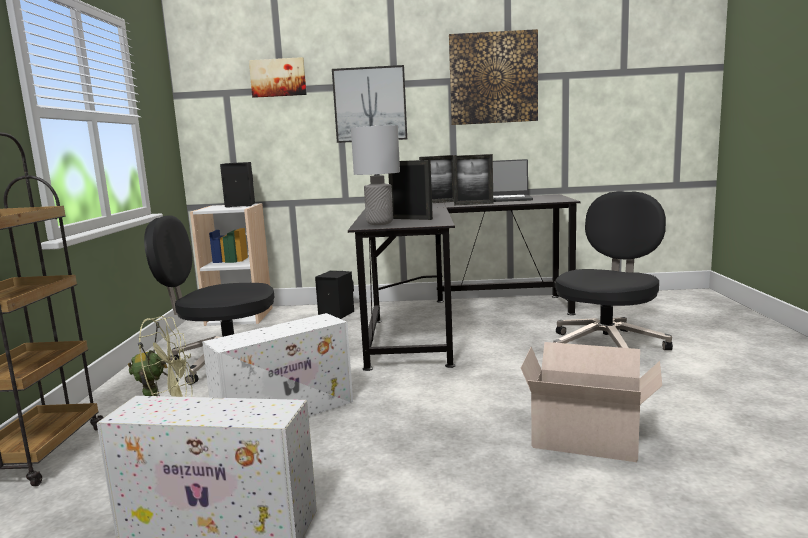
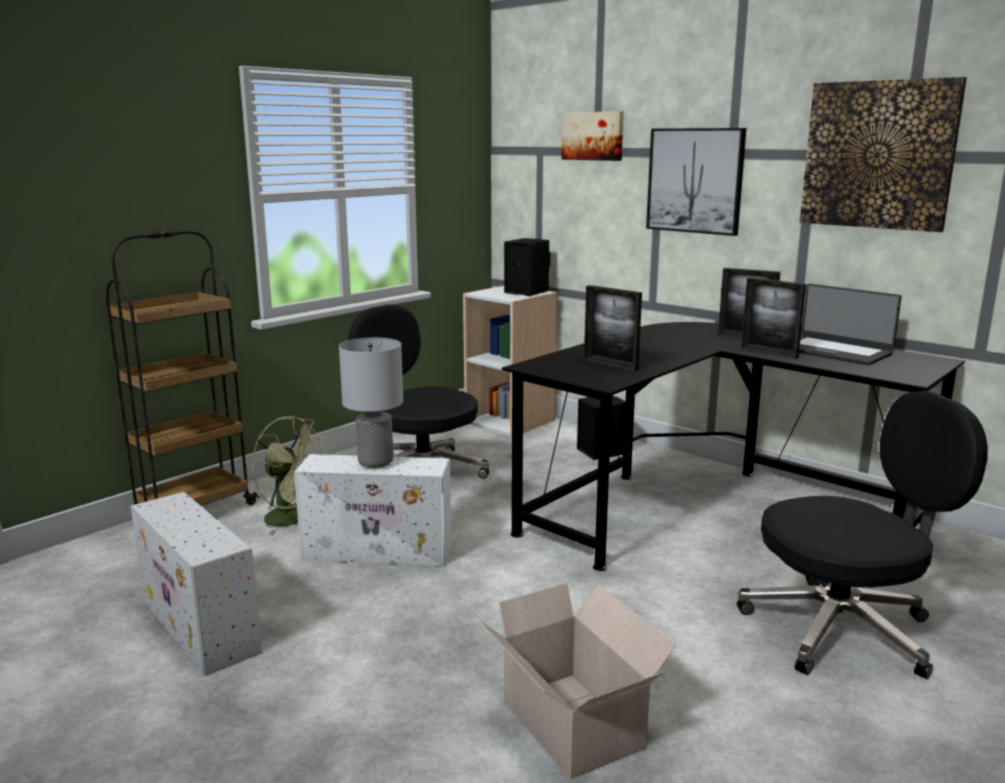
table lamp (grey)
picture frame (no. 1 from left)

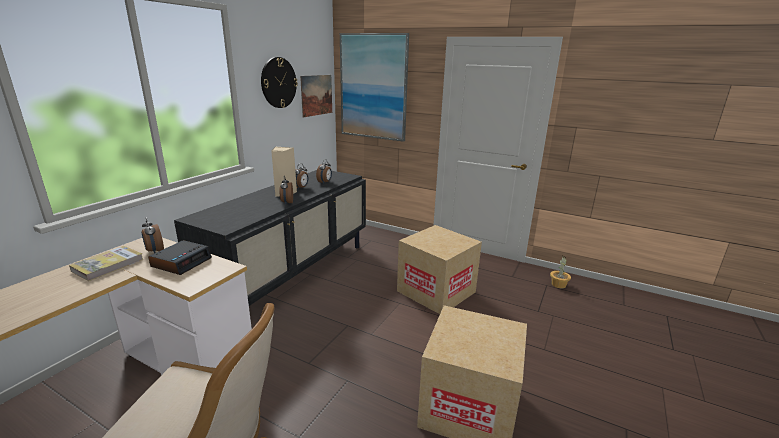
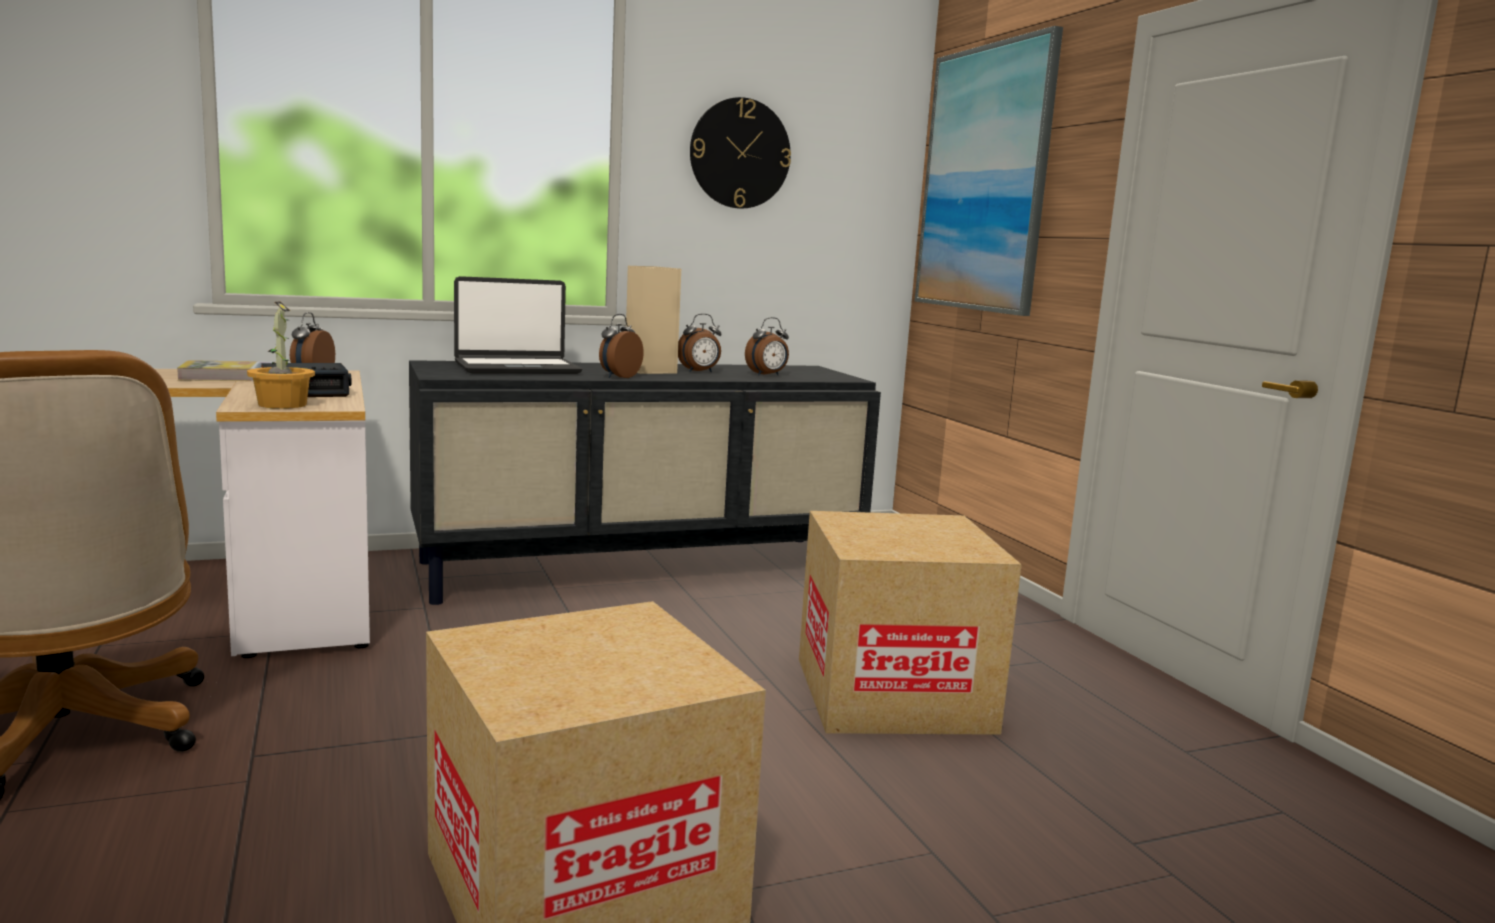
potted plant
laptop
picture (no. 1 from left in the first image)

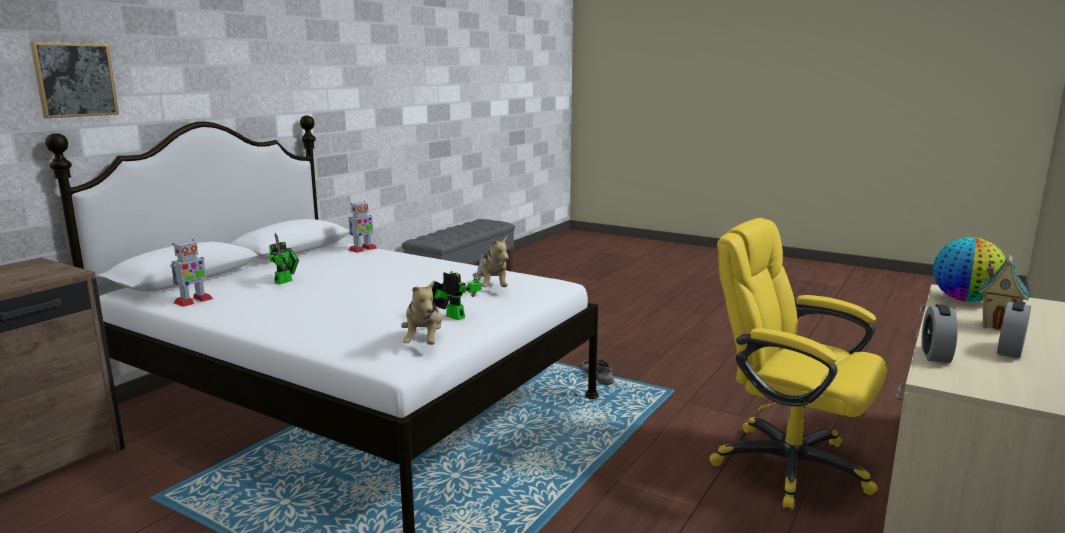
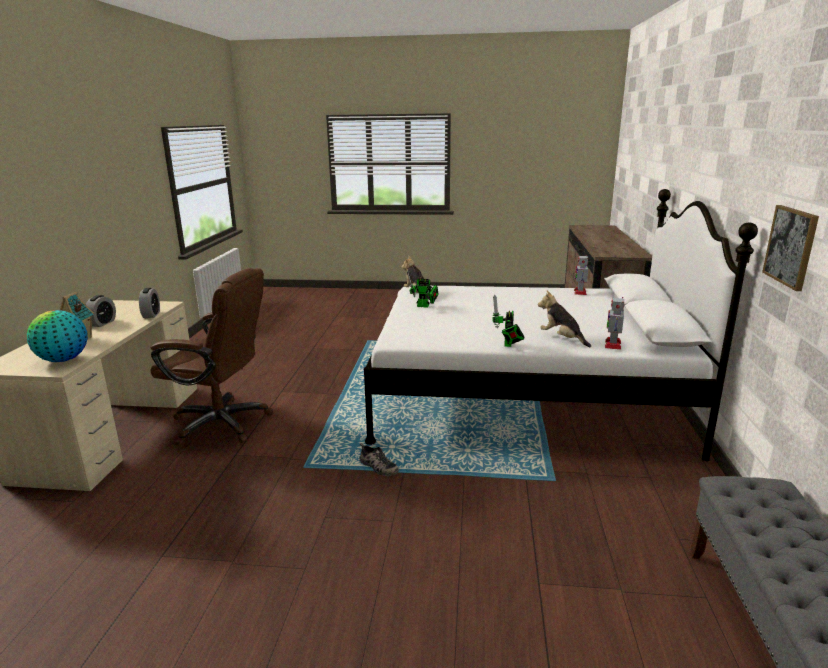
office chair (brown)
toy robot (no. 2 from left)
plush toy (no. 2 from left)
picture

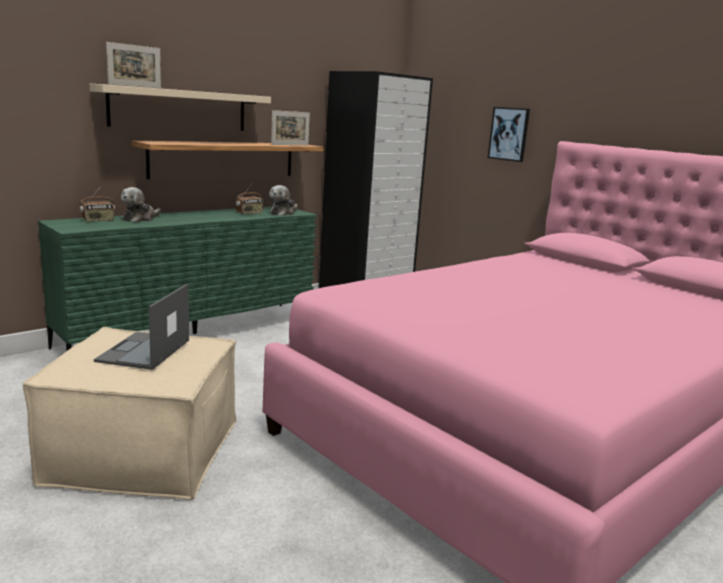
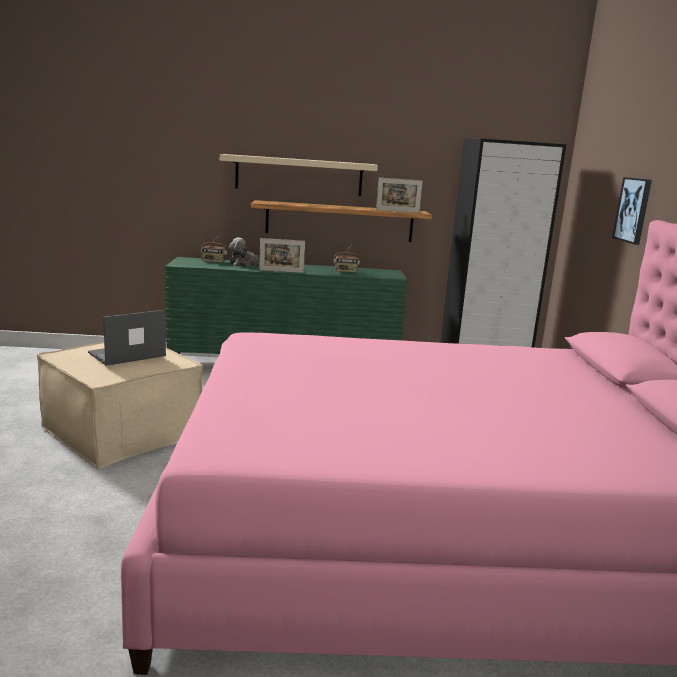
picture frame (no. 1 from left)
plush toy (no. 2 from left in the first image)

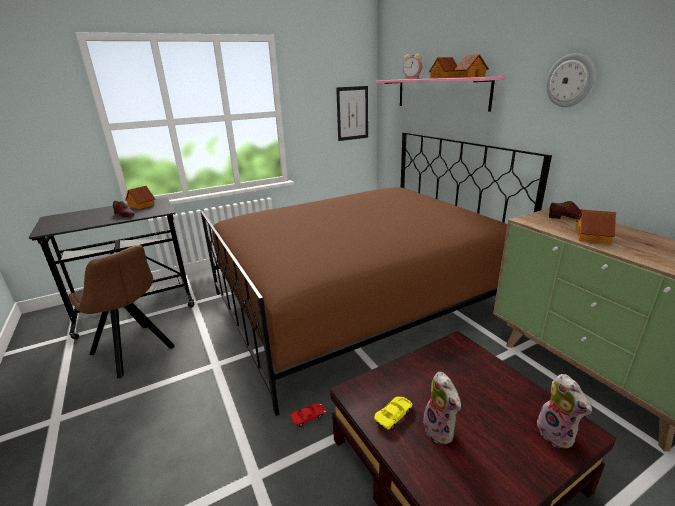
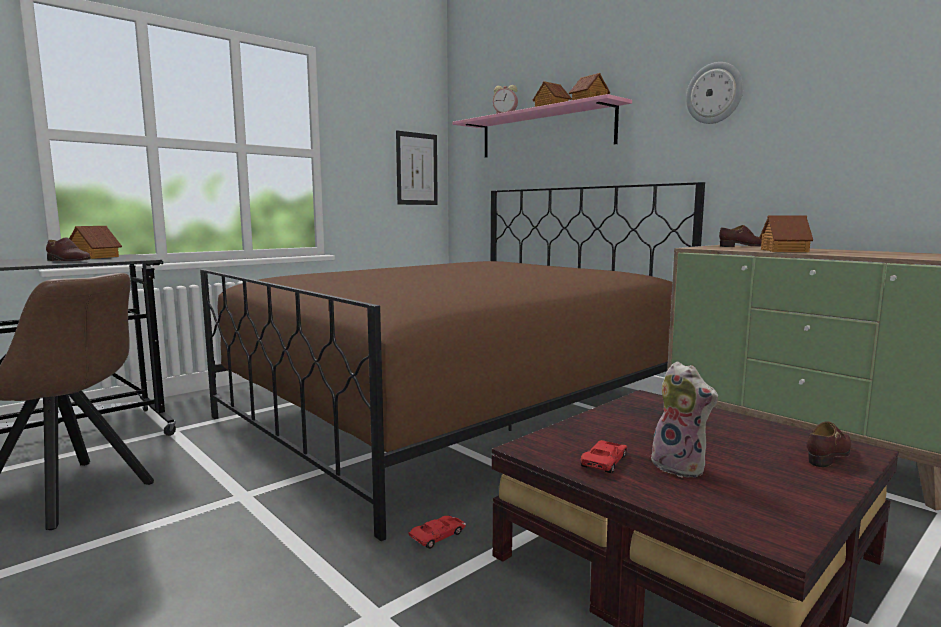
toy car (red) (no. 2 from left)
shoe (brown) (no. 3 from left)

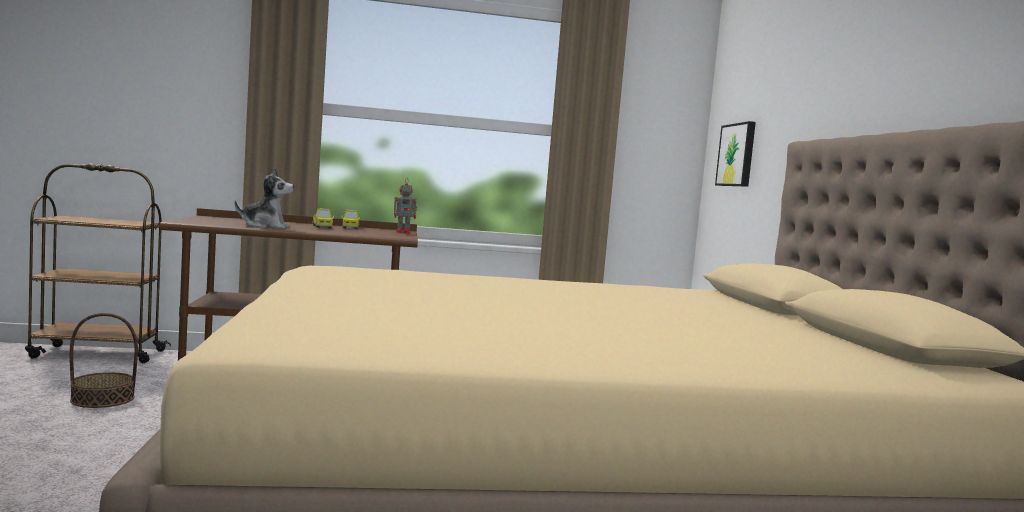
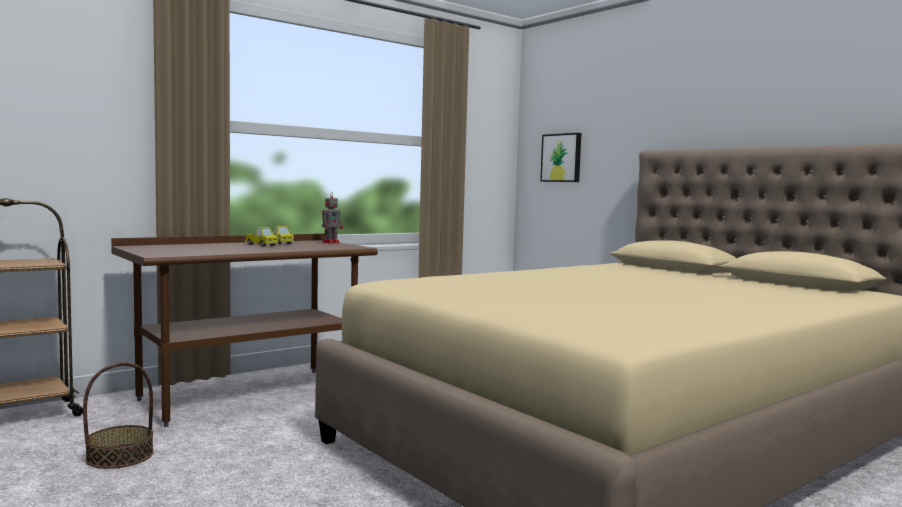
plush toy

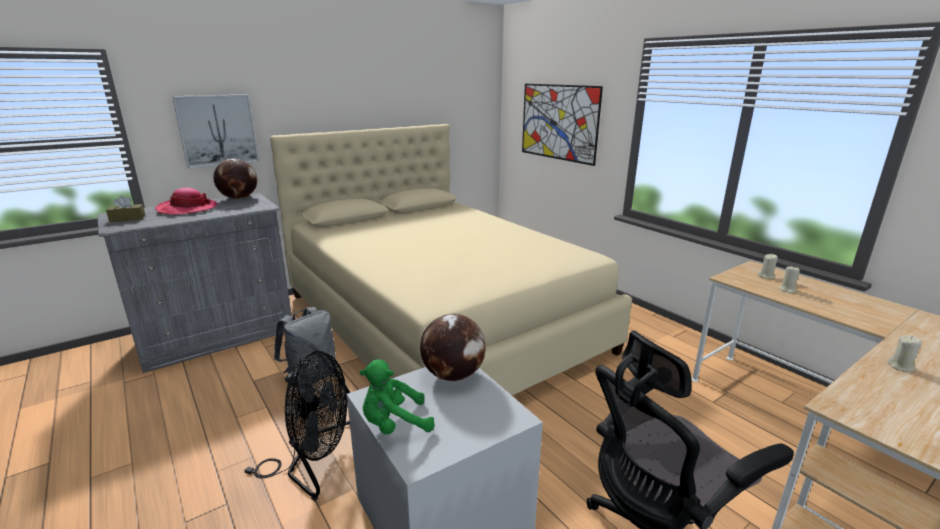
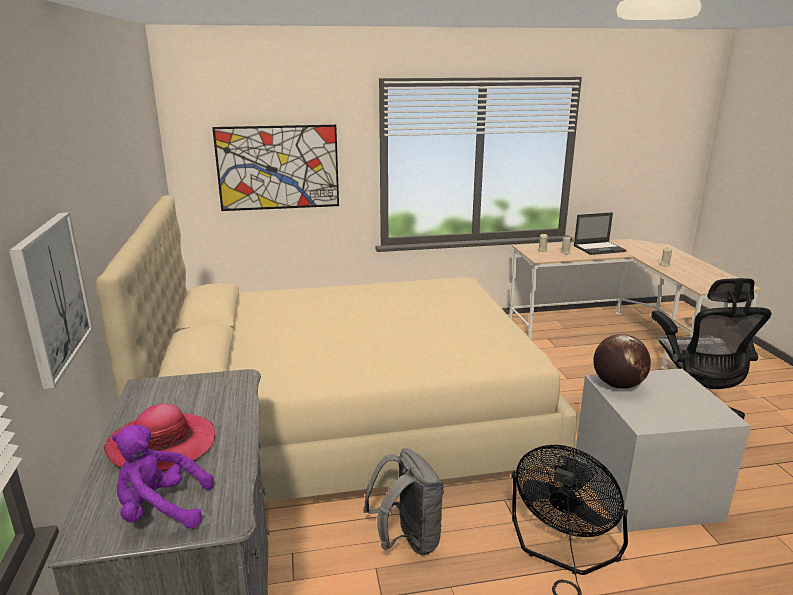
plush toy (purple)
laptop
globe (no. 1 from left in the first image)
plush toy (green)

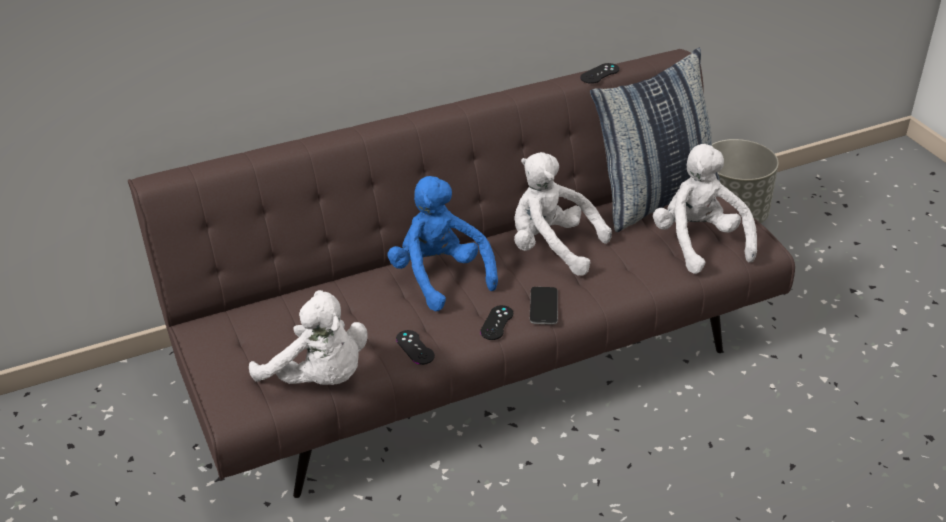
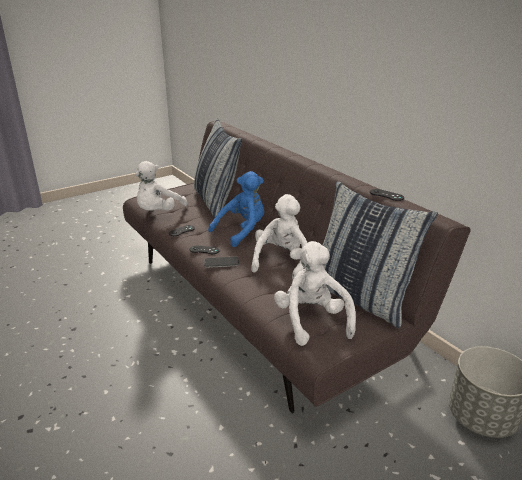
pillow (no. 1 from left)
plush toy (white) (no. 3 from left)

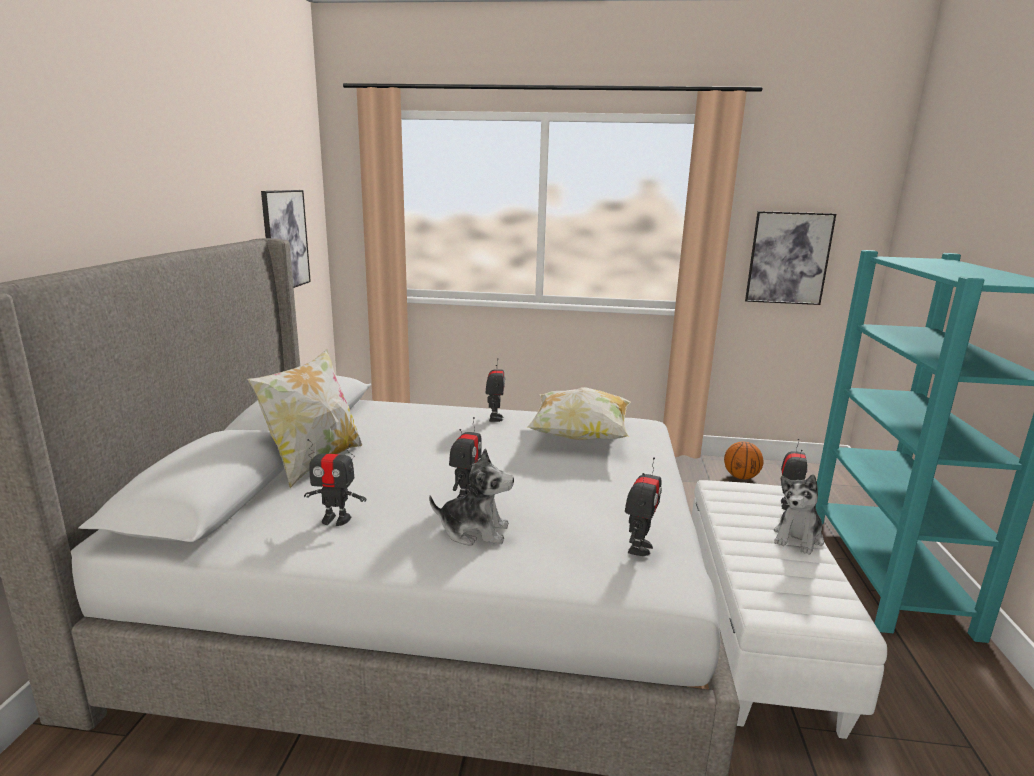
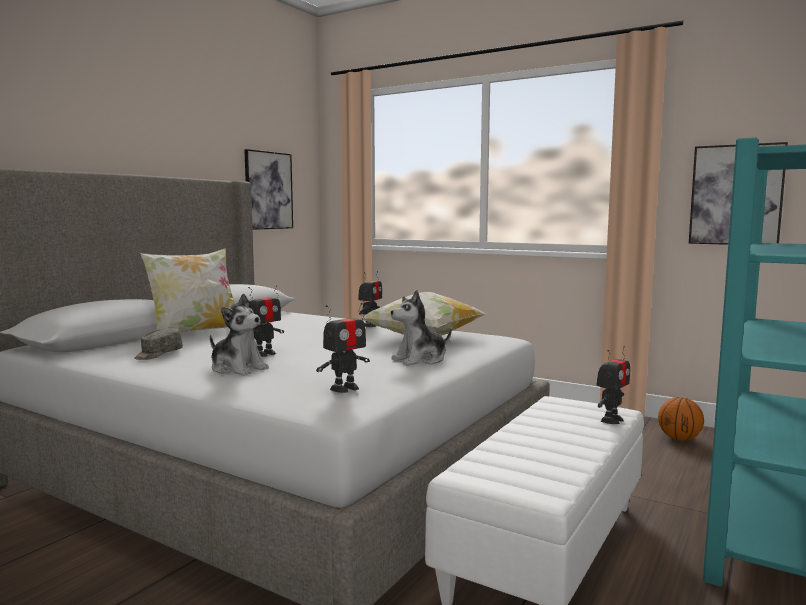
cap (grey)
plush toy (no. 2 from left)

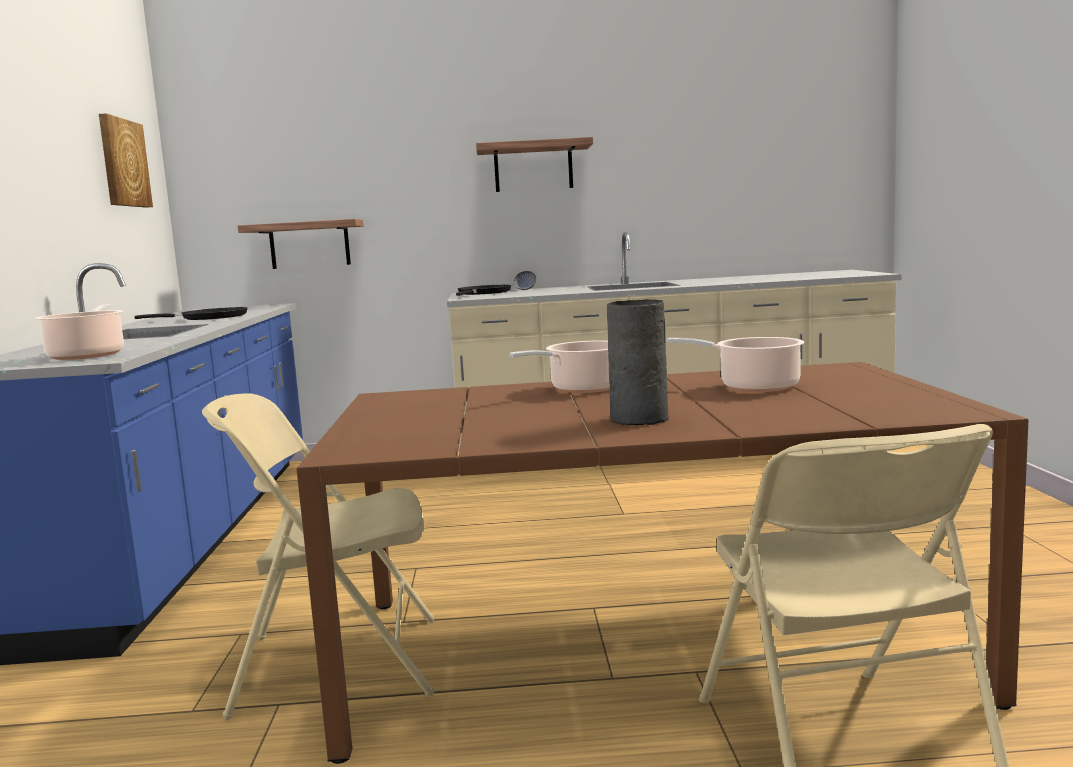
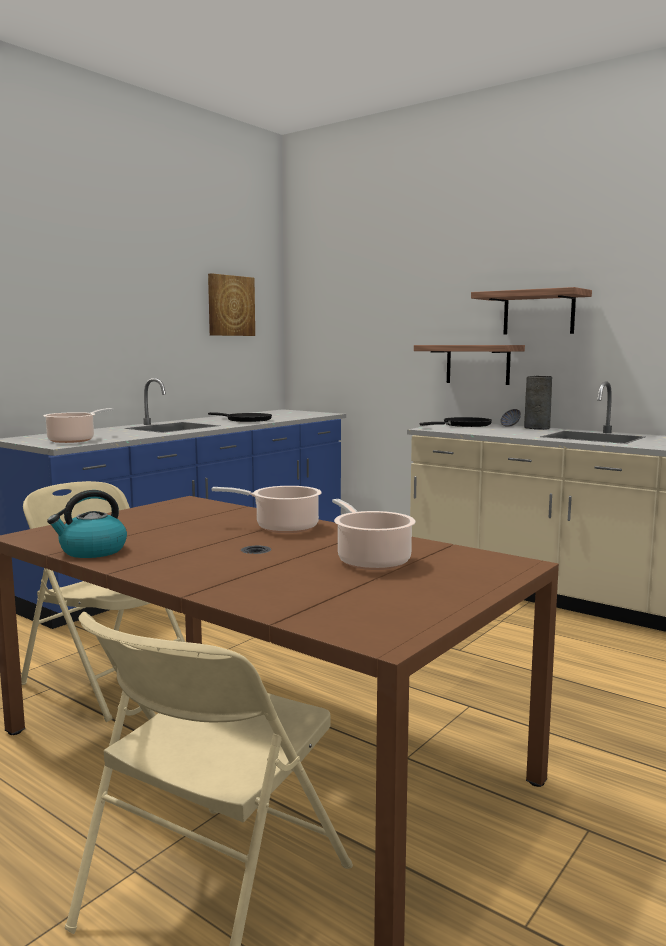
kettle
shelf (no. 1 from left)
vase (grey)

